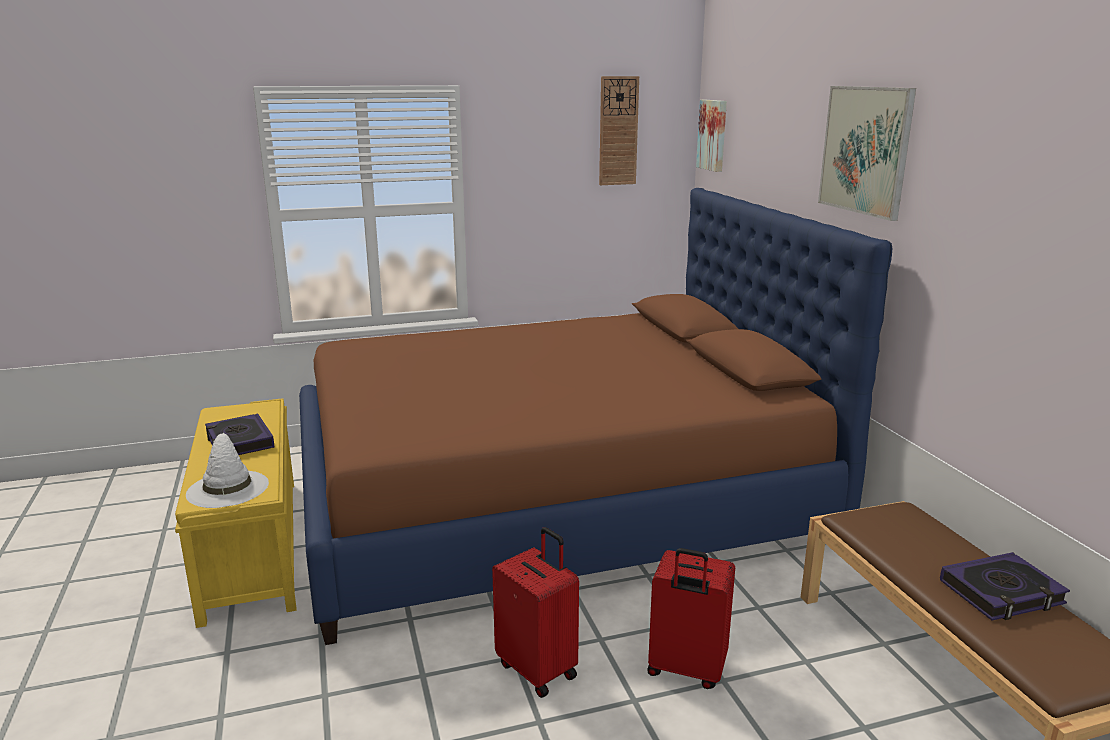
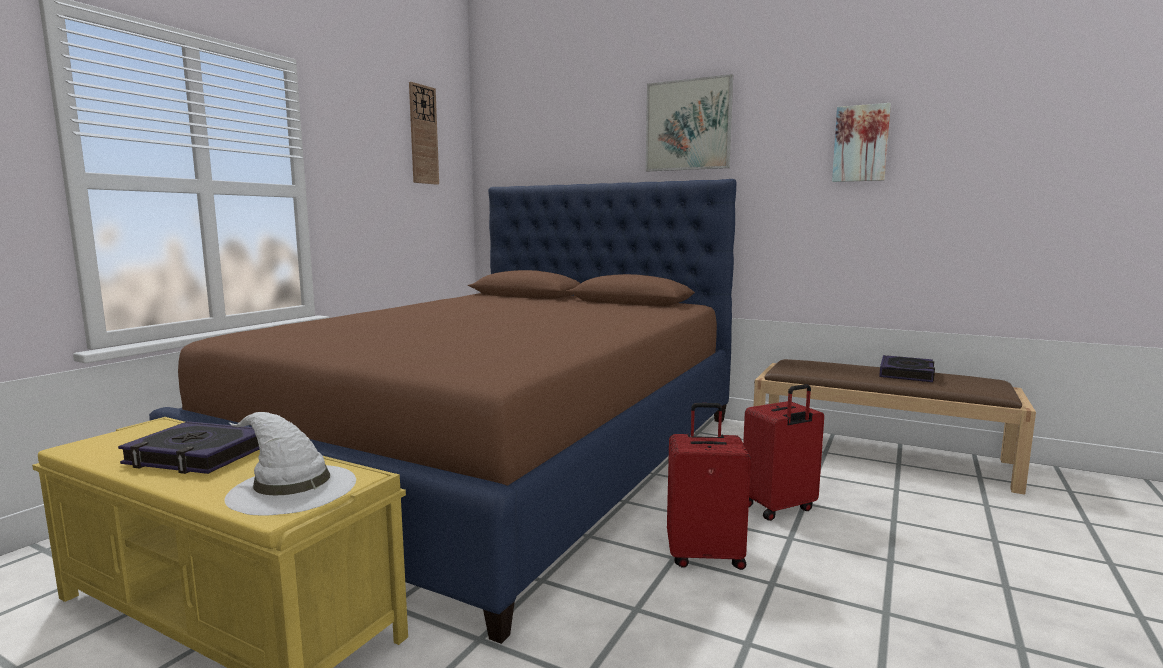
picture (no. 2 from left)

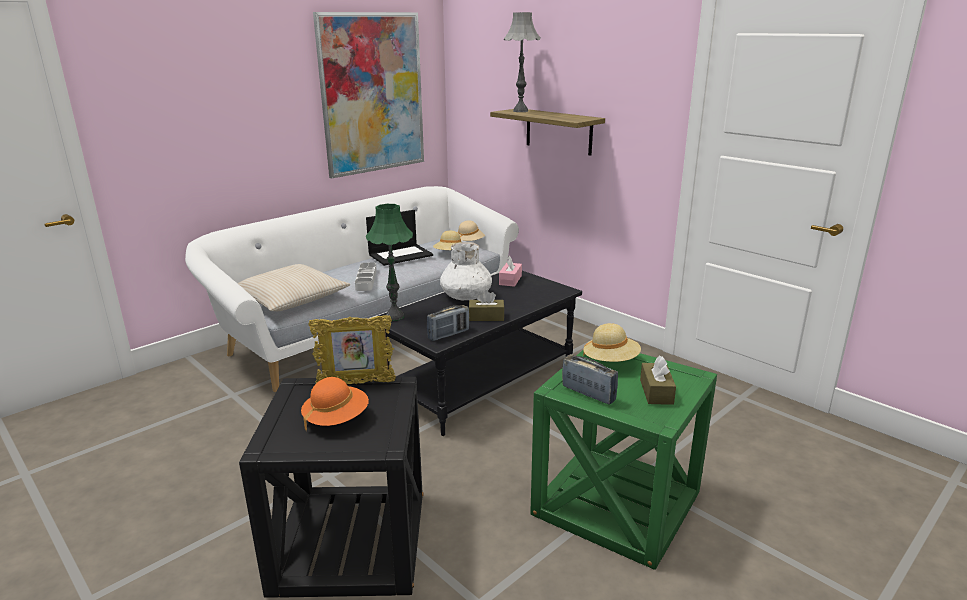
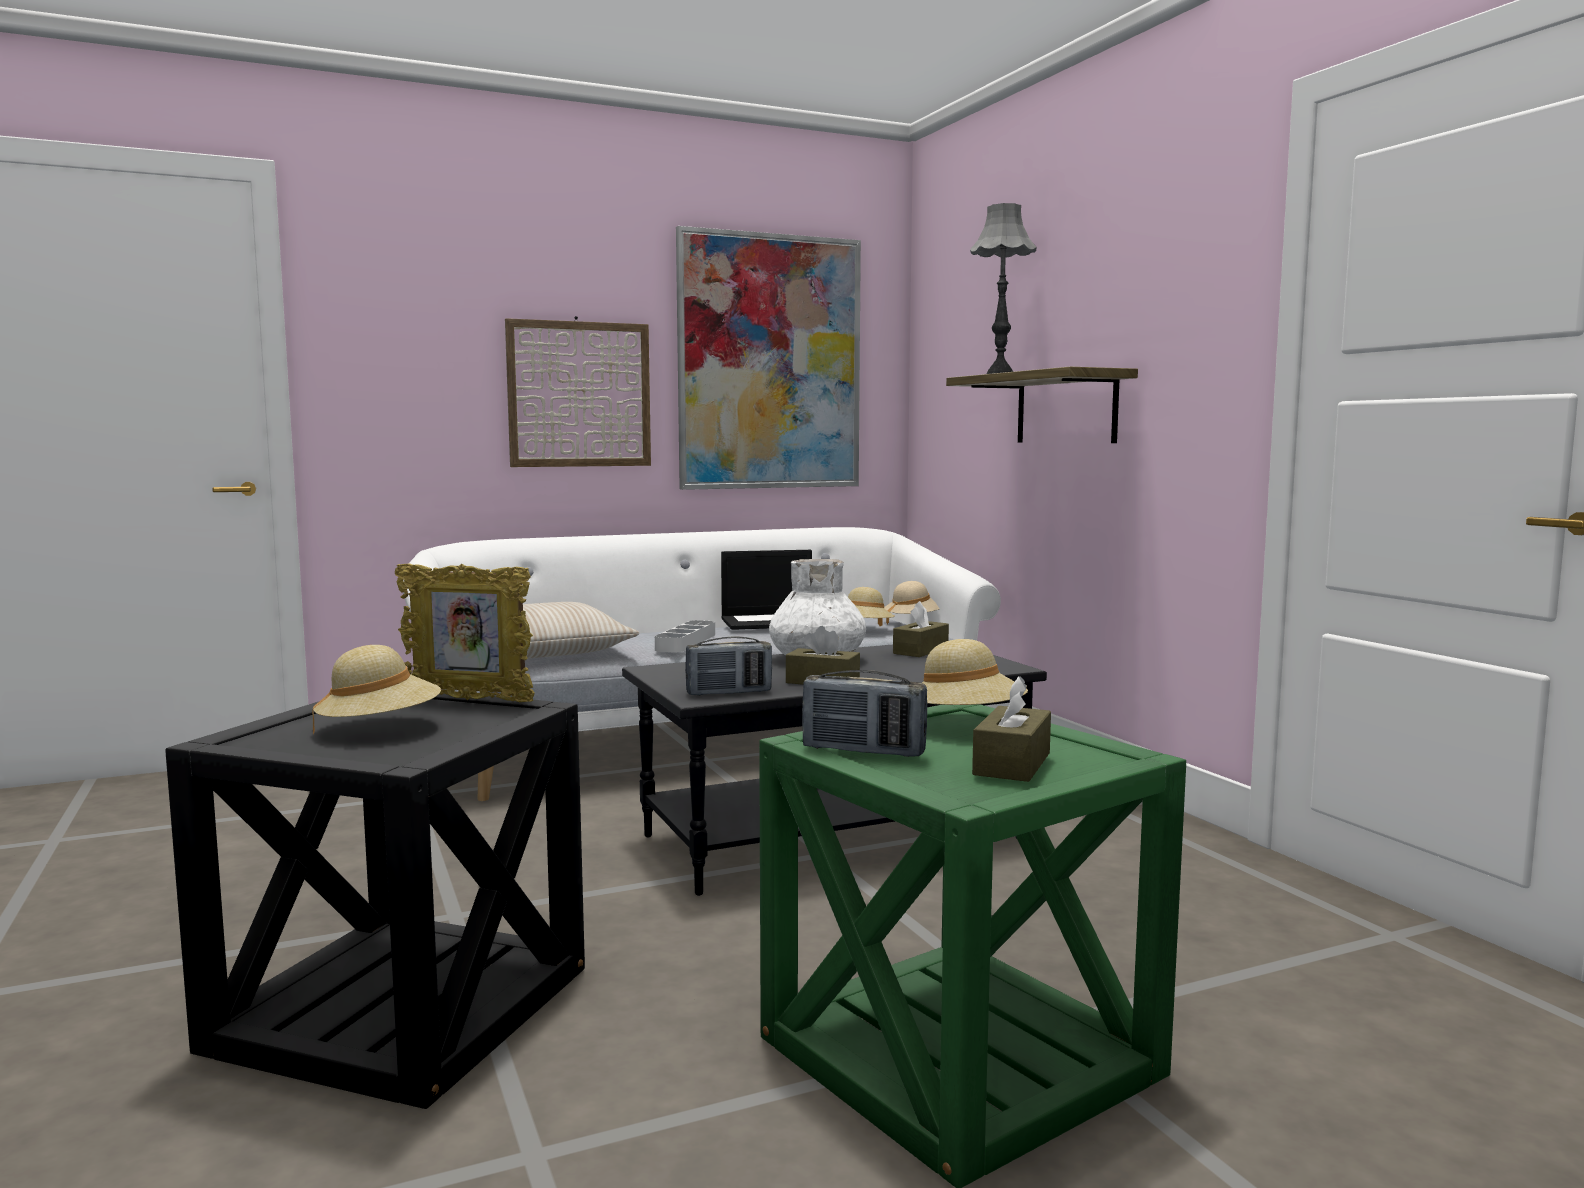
hat (beige) (no. 1 from left)
picture (no. 1 from left)
radio (no. 2 from left)
tissue box (brown) (no. 2 from left)
table lamp (green)

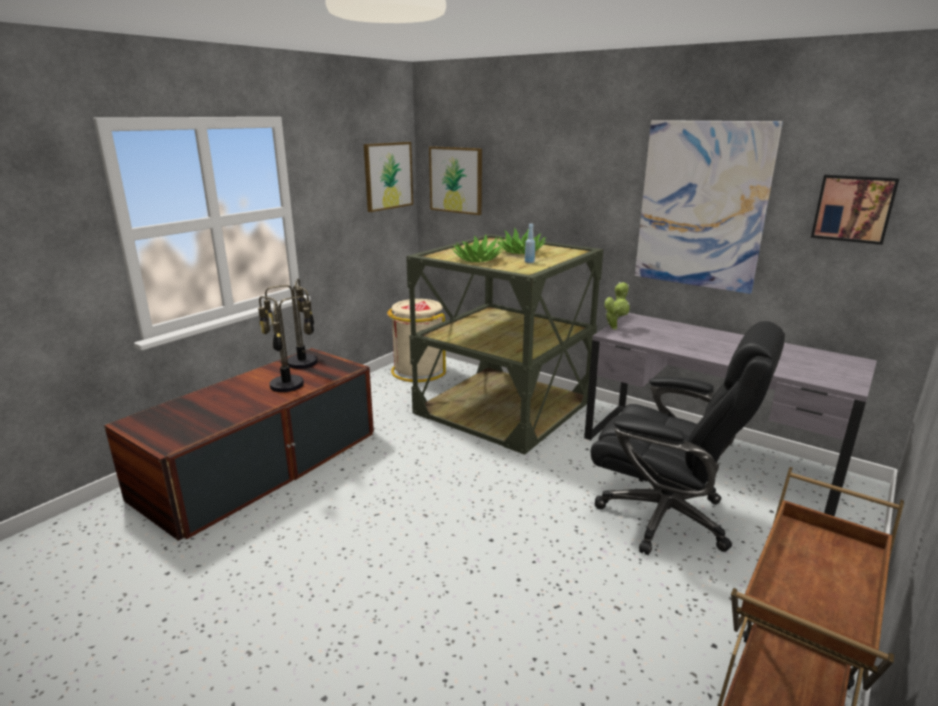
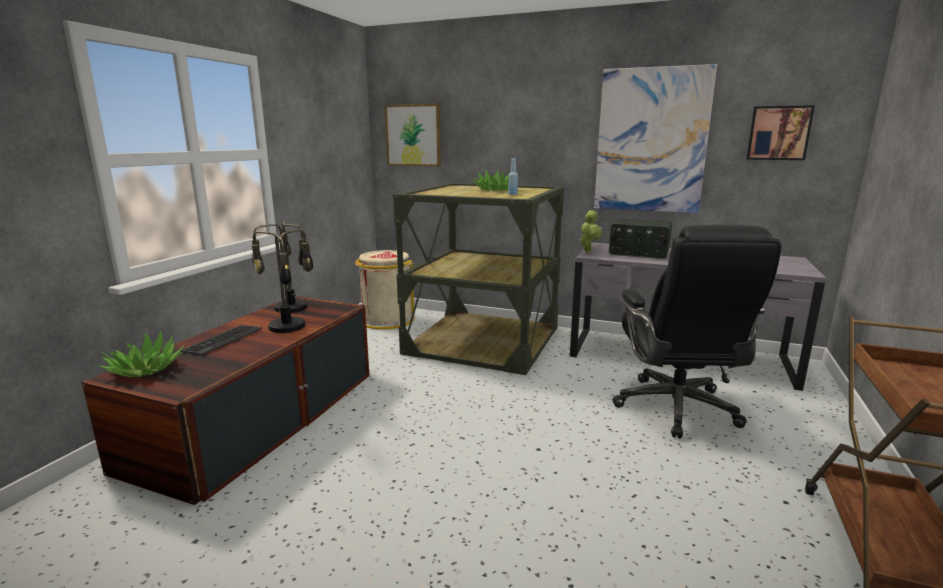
potted plant (no. 1 from left)
keyboard
radio
office chair (black)
picture (no. 1 from left in the first image)

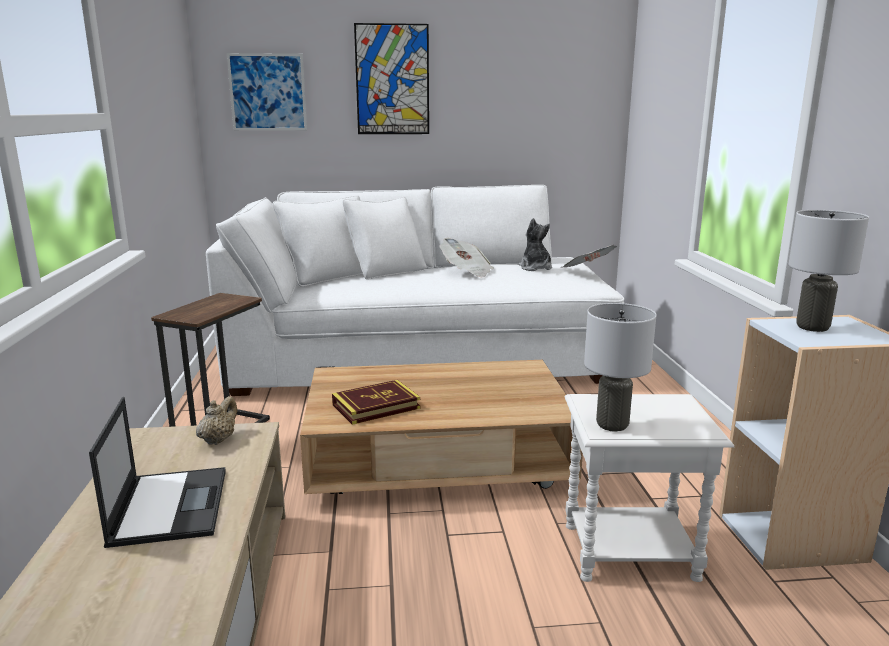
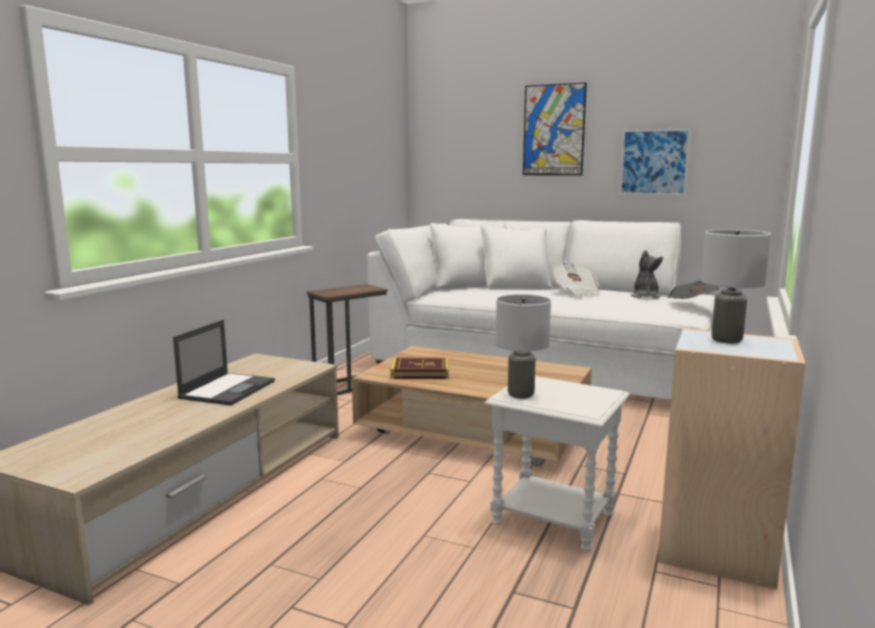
picture (no. 2 from left)
teapot (beige)

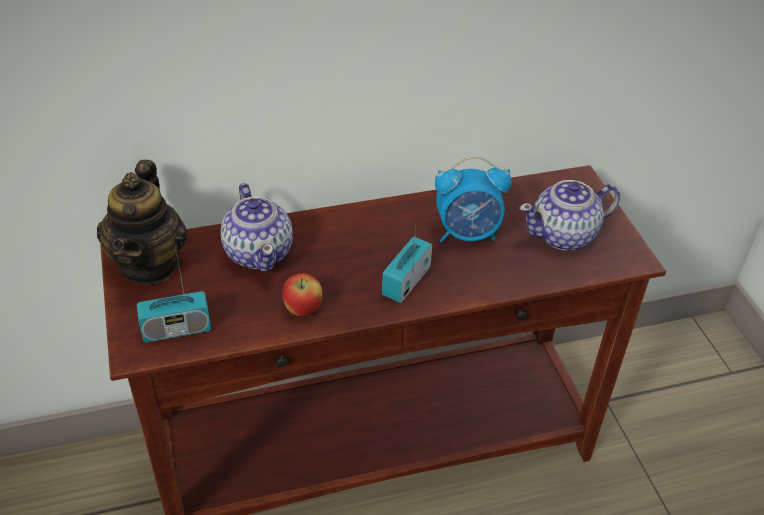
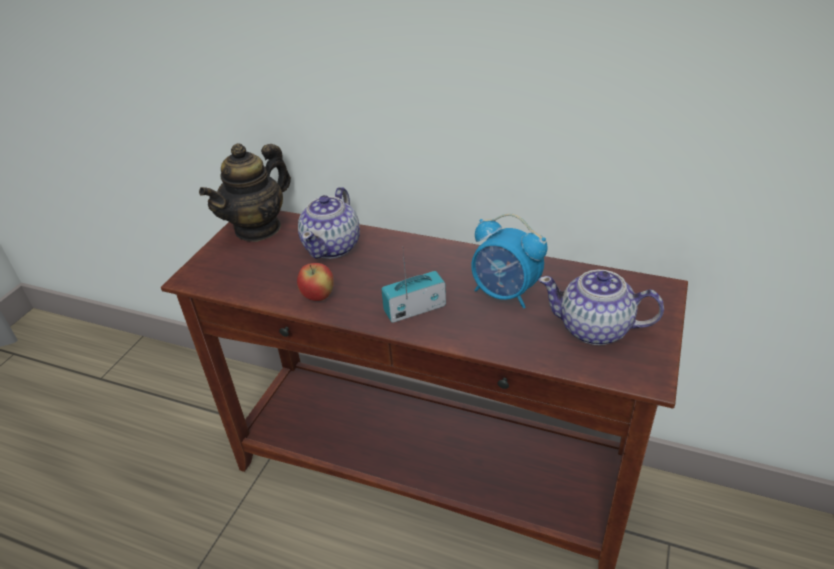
radio (no. 1 from left in the first image)

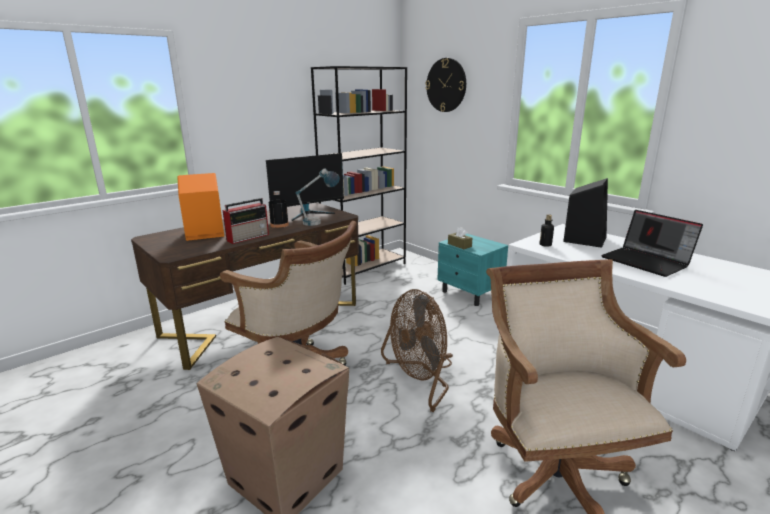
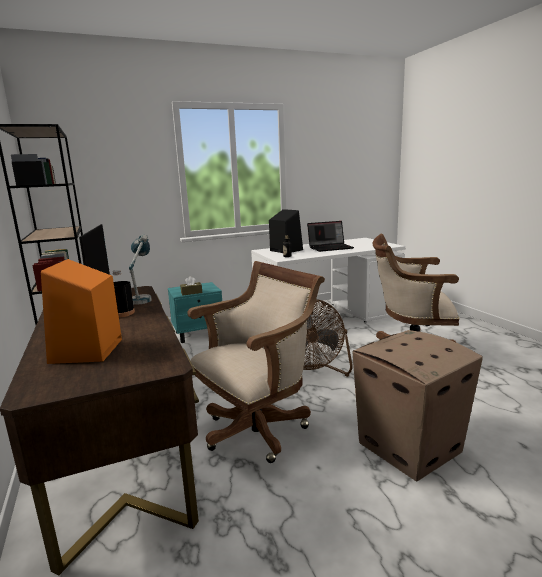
radio
wall clock

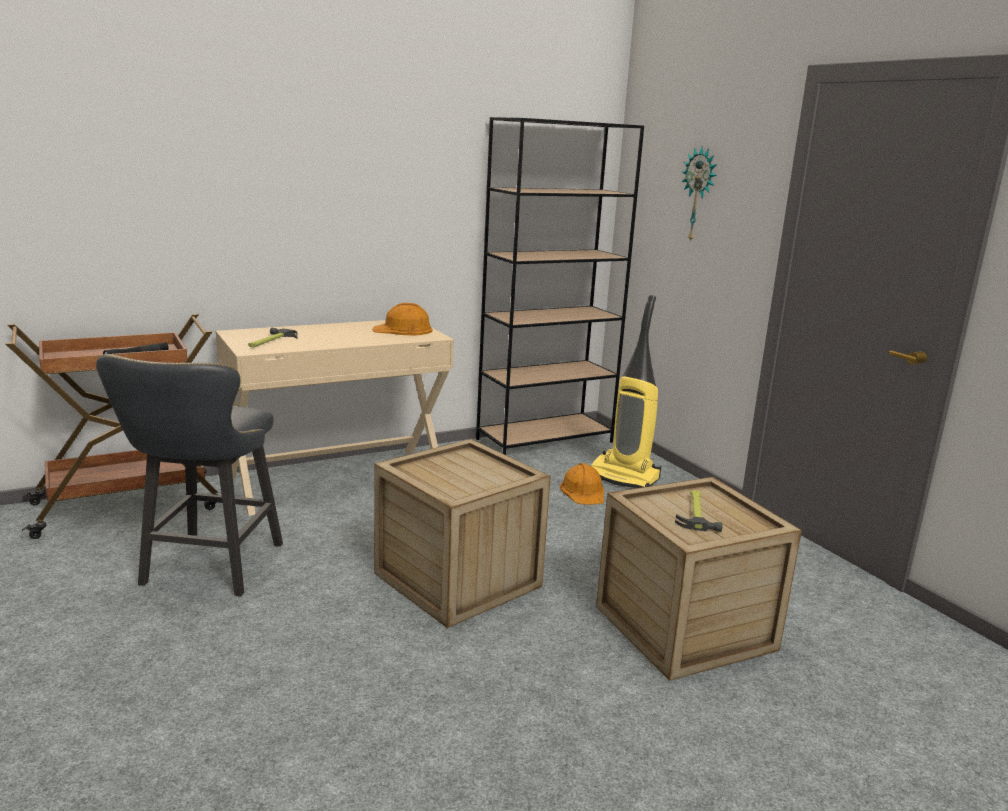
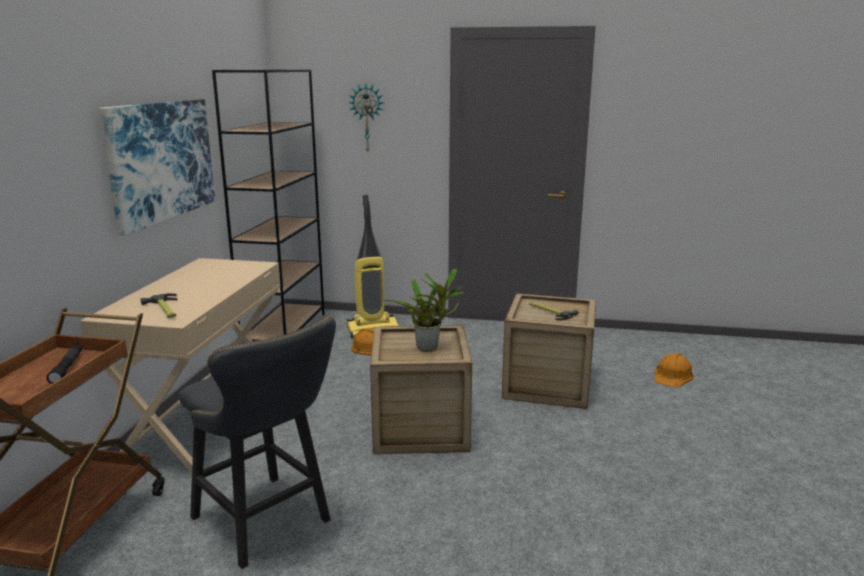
picture
potted plant
hard hat (orange) (no. 2 from left)

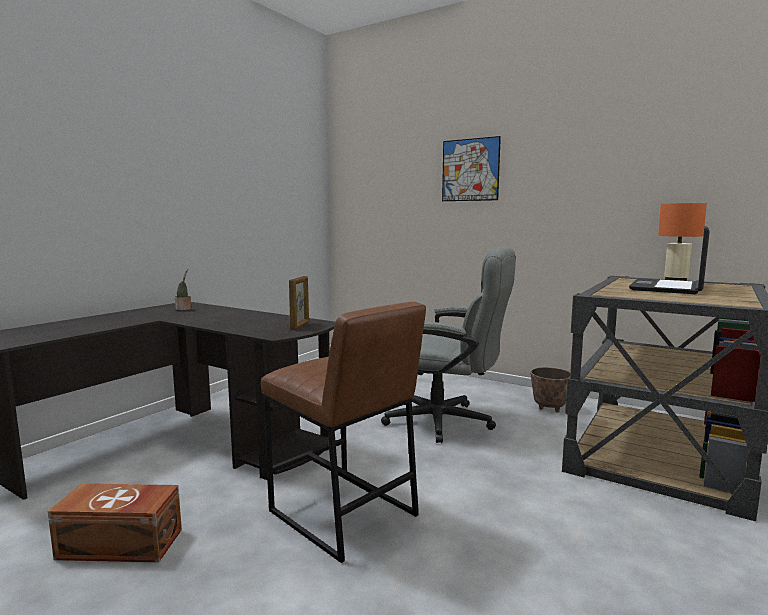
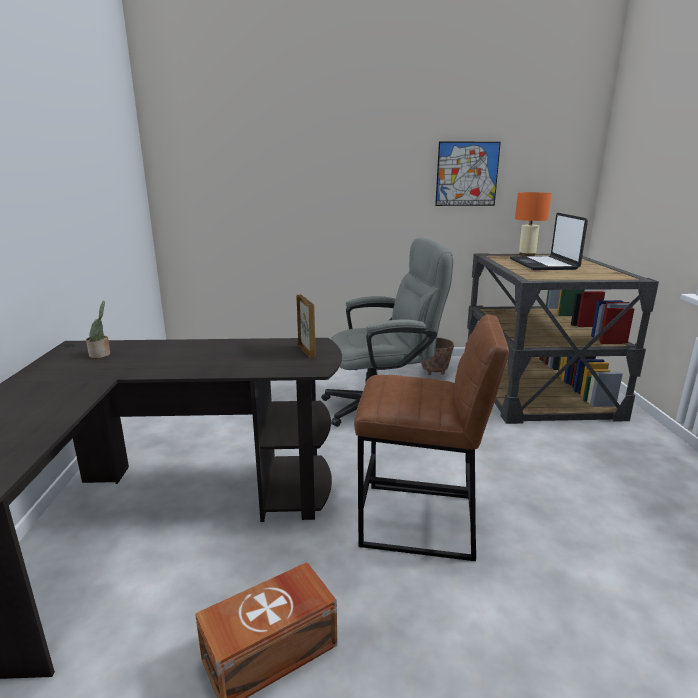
picture

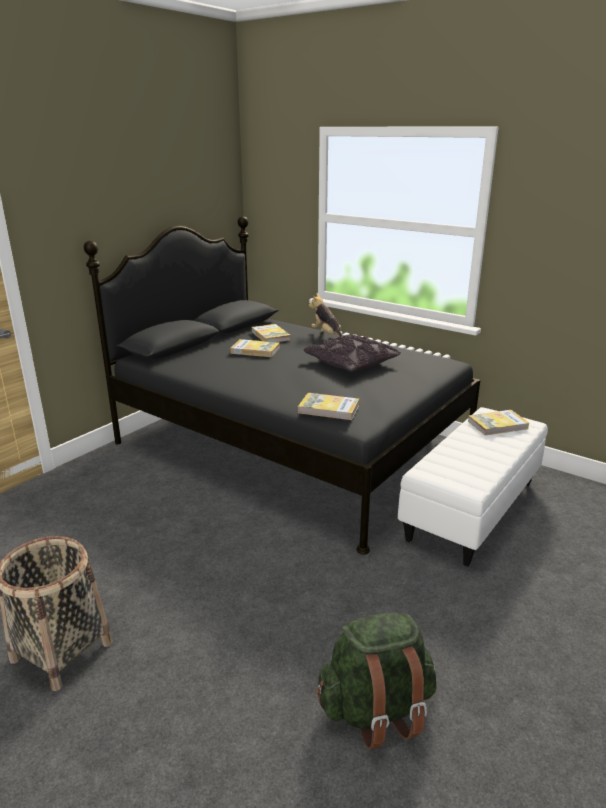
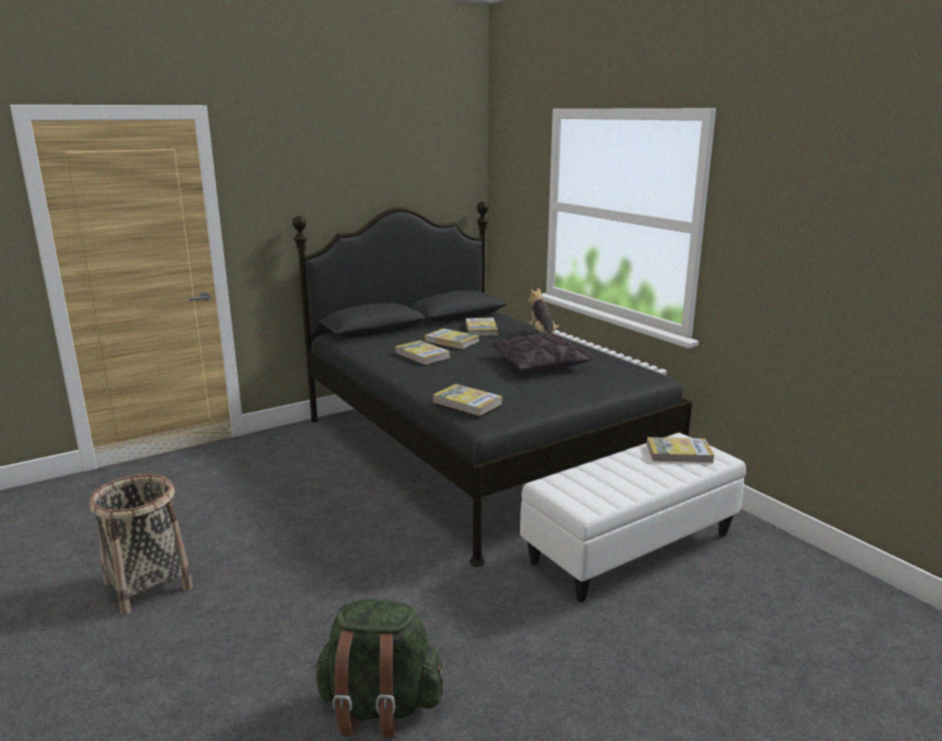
book (no. 1 from left)

